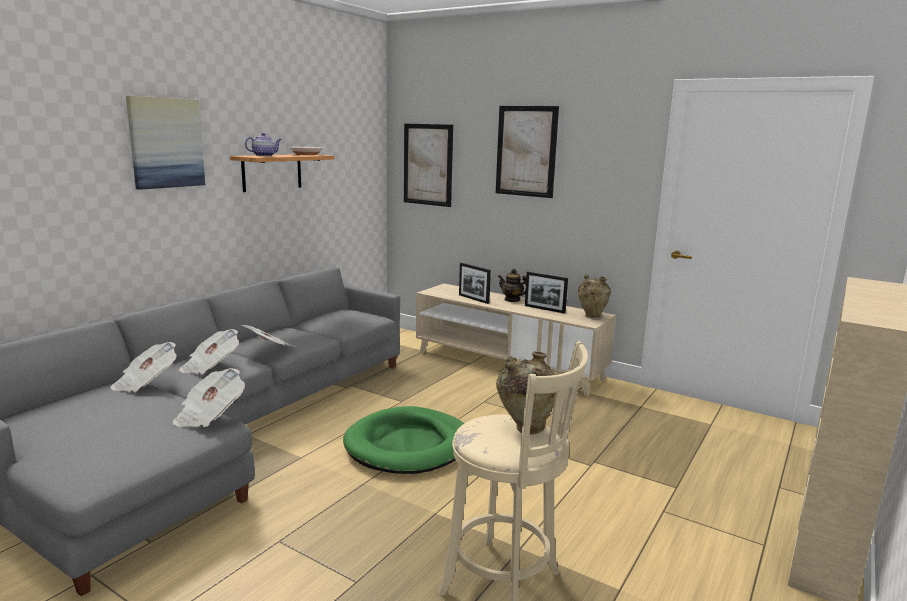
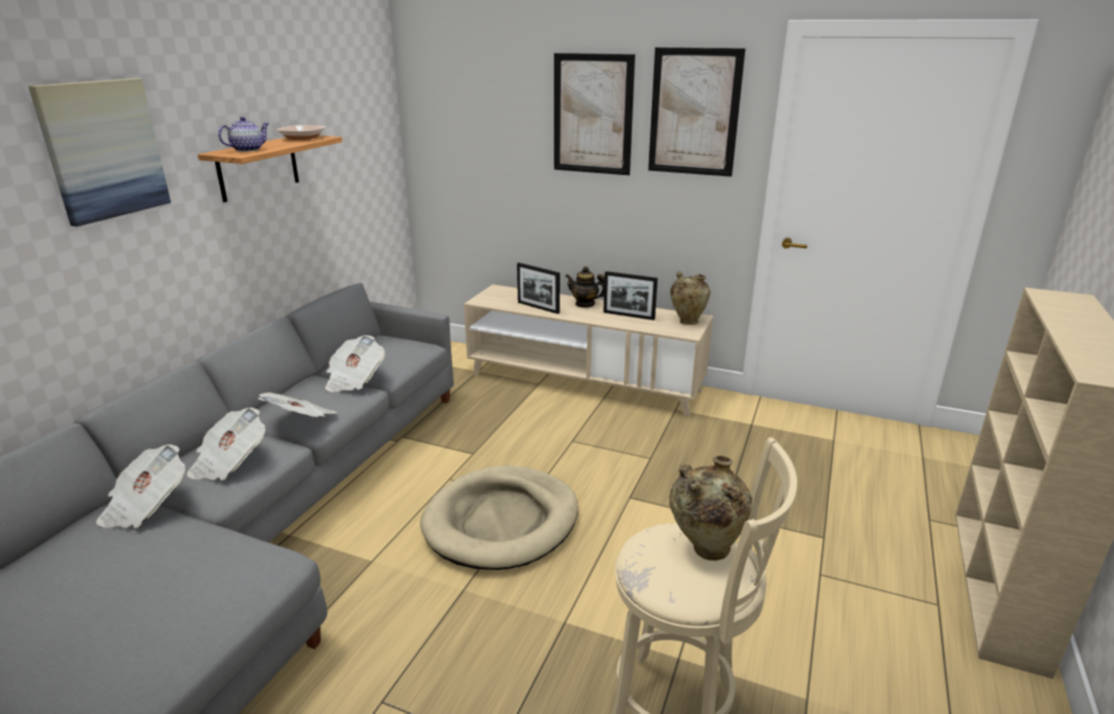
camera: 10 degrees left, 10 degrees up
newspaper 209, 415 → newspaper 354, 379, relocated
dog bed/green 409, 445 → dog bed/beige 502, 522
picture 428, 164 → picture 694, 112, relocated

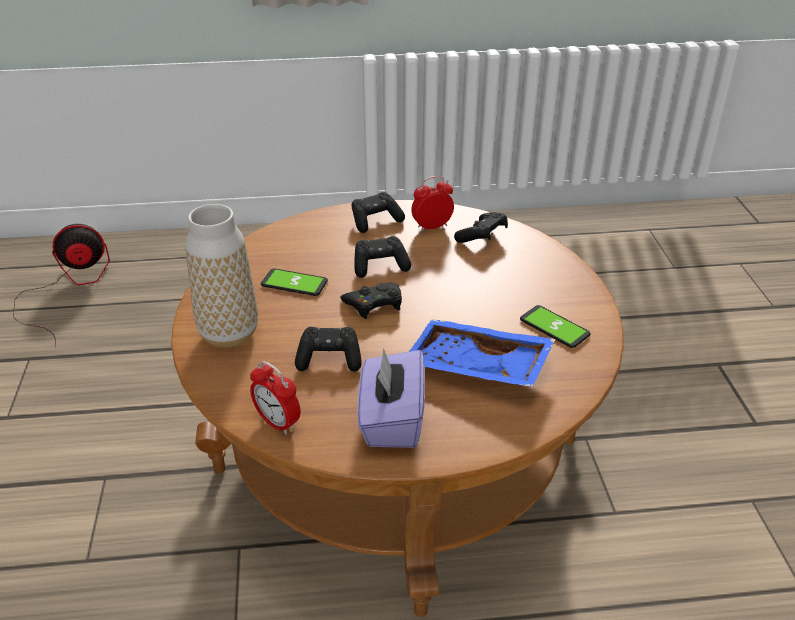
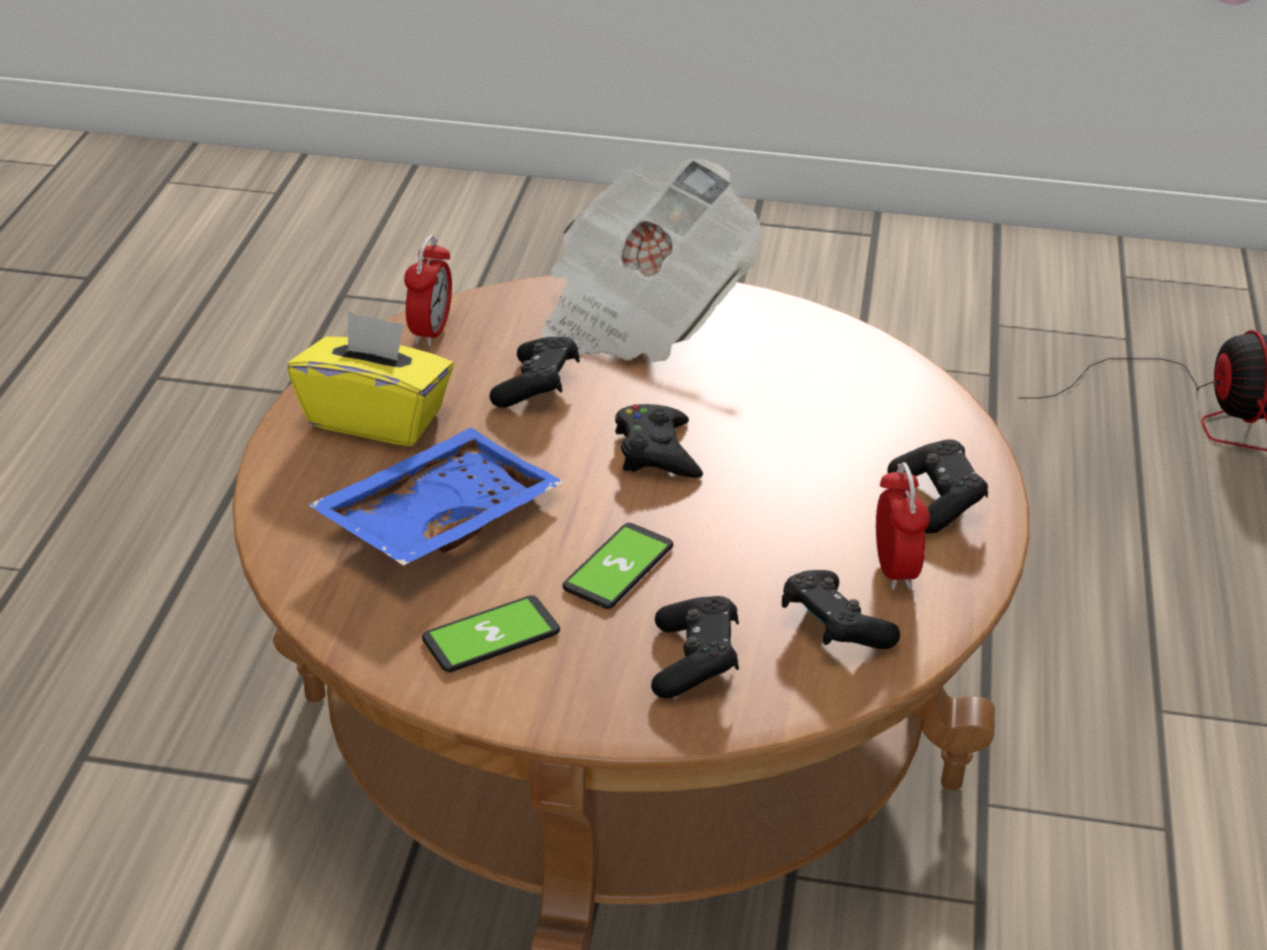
camera: 105 degrees right, 0 degrees up
tissue box/purple 391, 420 → tissue box/yellow 376, 418
alarm clock 277, 422 → alarm clock 430, 331, 135 degrees clockwise
vase 229, 334 → newspaper 641, 313
phone 294, 283 → phone 618, 567, relocated
game controller/black 380, 266 → game controller/black 695, 662, relocated

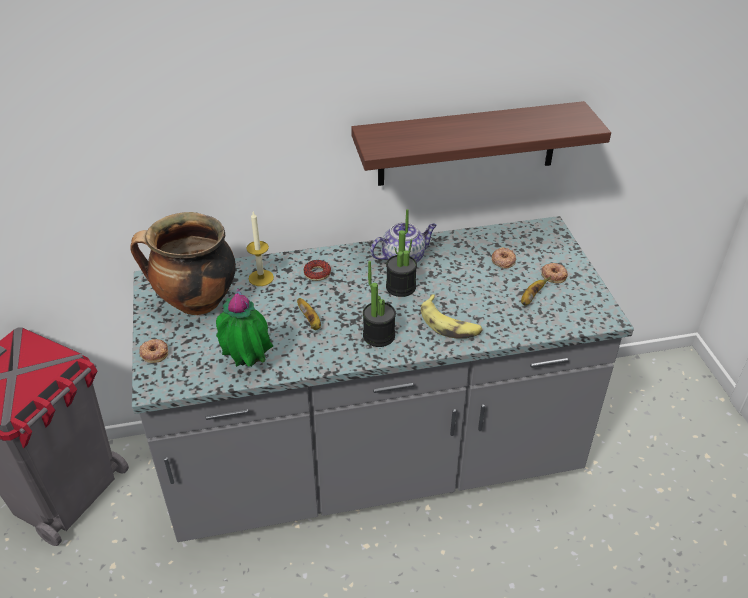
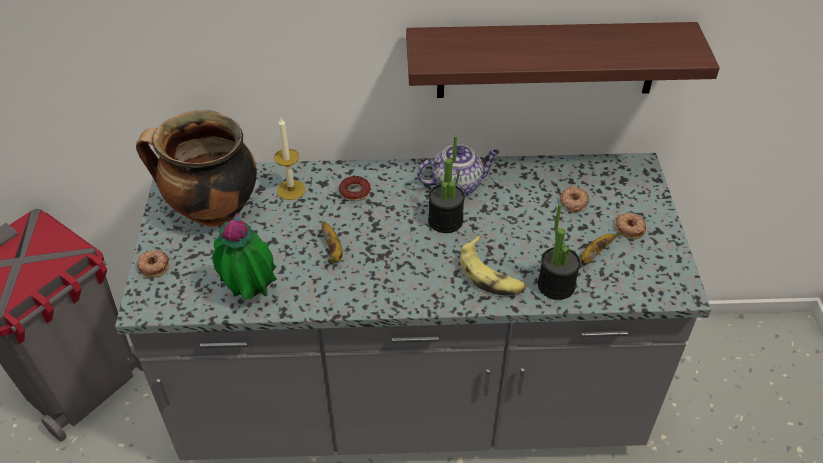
camera: 10 degrees right, 5 degrees up
potted plant 379, 336 → potted plant 556, 285, relocated

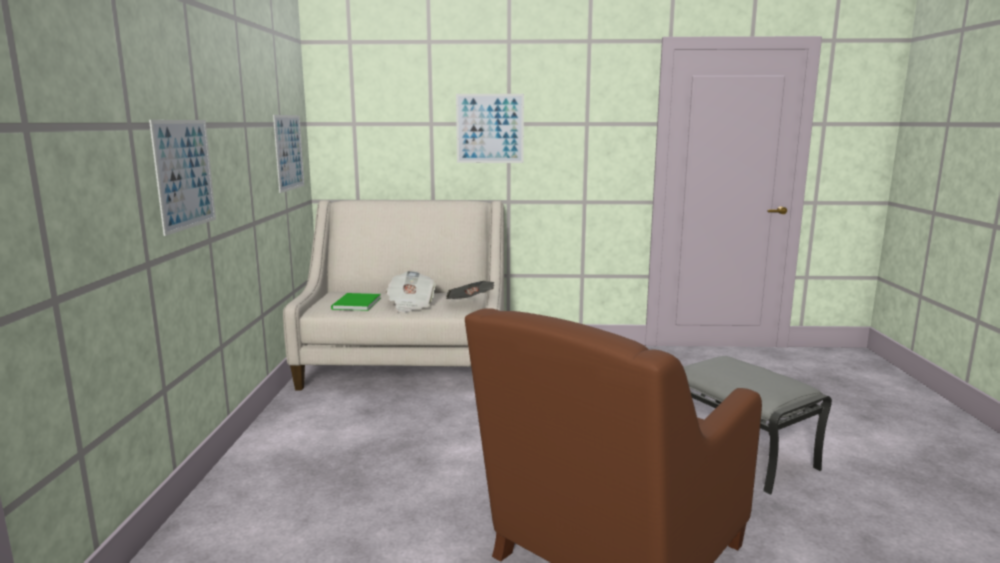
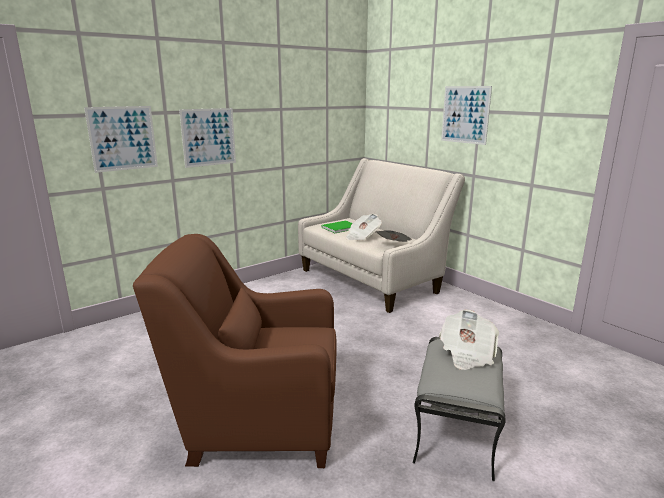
camera: 50 degrees right, 5 degrees up
picture 289, 152 → picture 123, 138, relocated
- → newspaper 467, 354

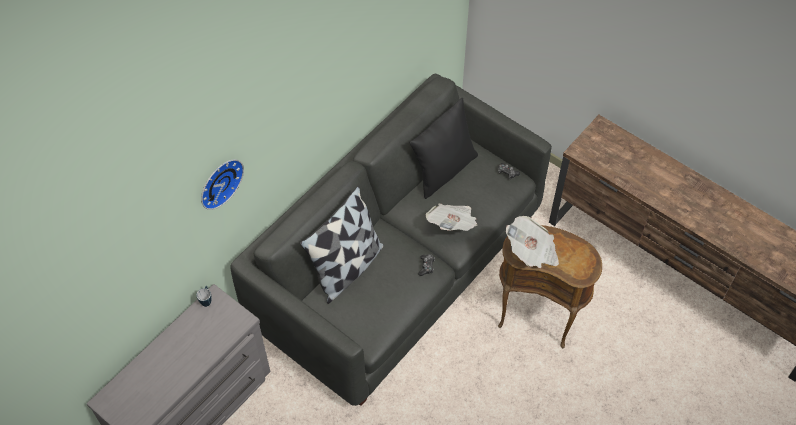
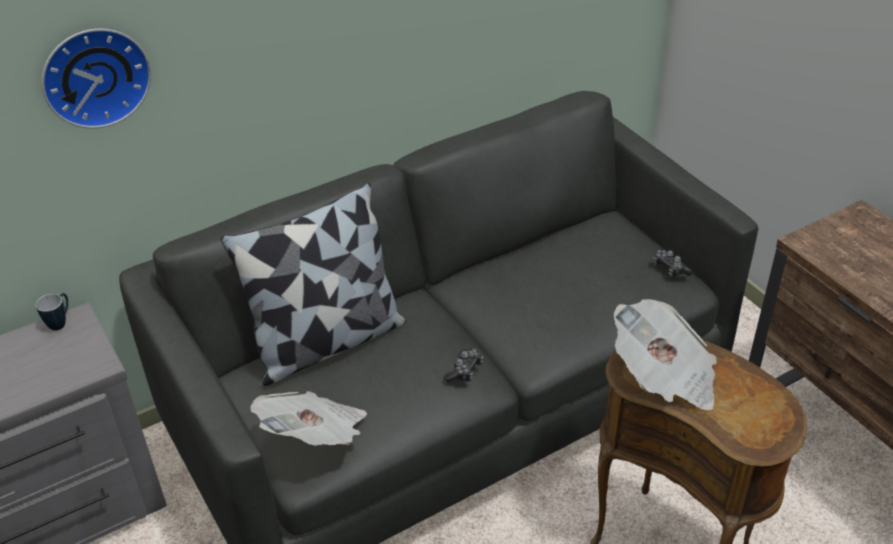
camera: 20 degrees right, 15 degrees down
newspaper 452, 224 → newspaper 315, 436, relocated
pillow/black 443, 171 → -

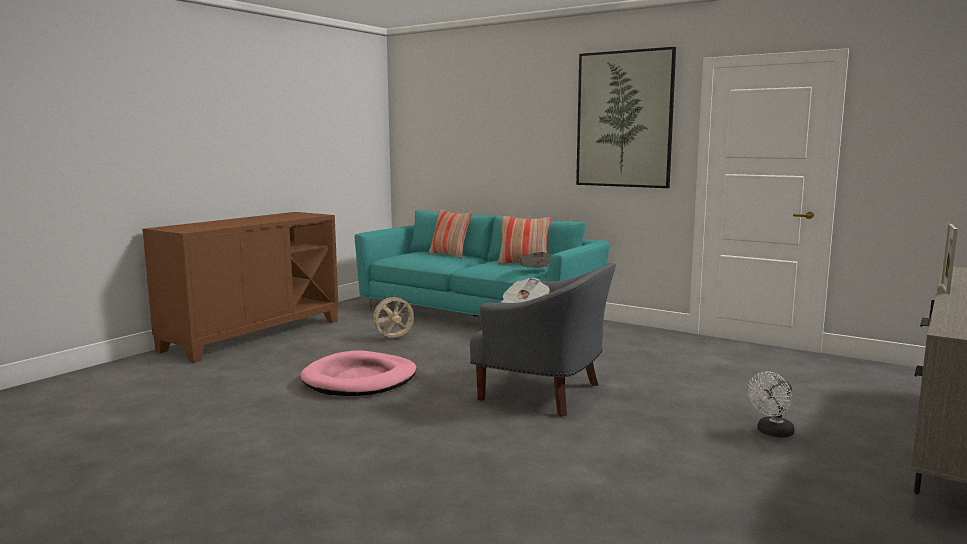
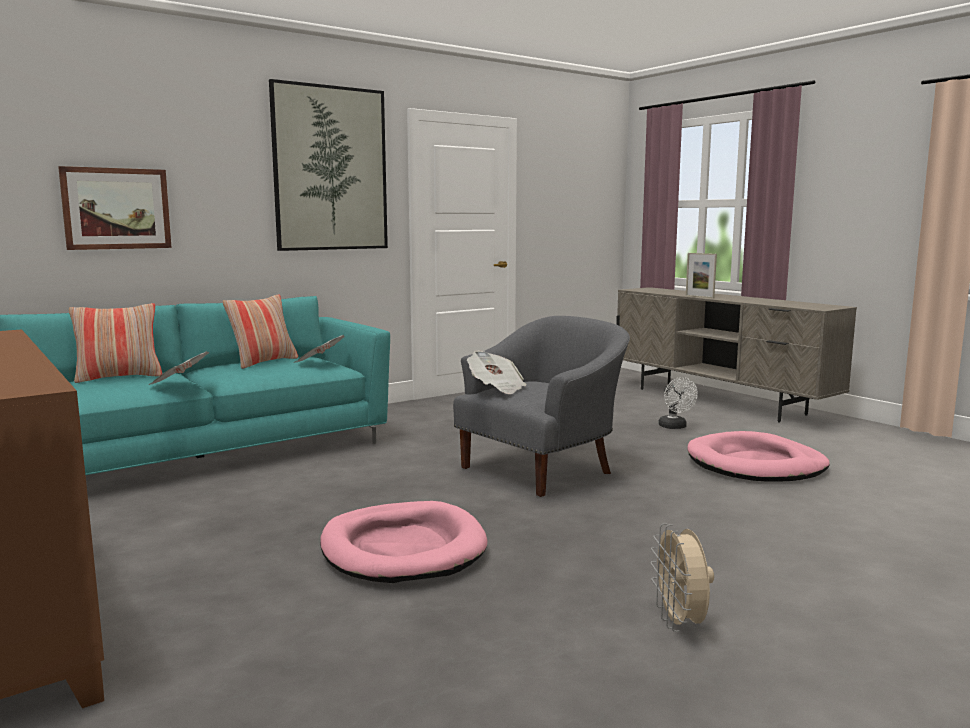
camera: 70 degrees left, 0 degrees up
- → picture 116, 208
- → newspaper 180, 384
fan/beige 394, 339 → fan/beige 680, 624, relocated
- → dog bed/pink 756, 464

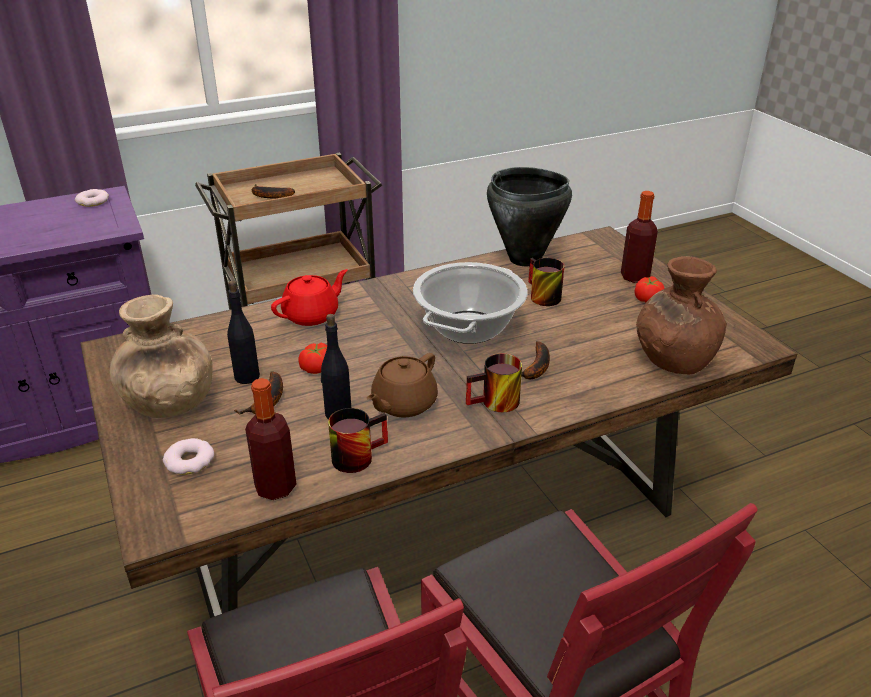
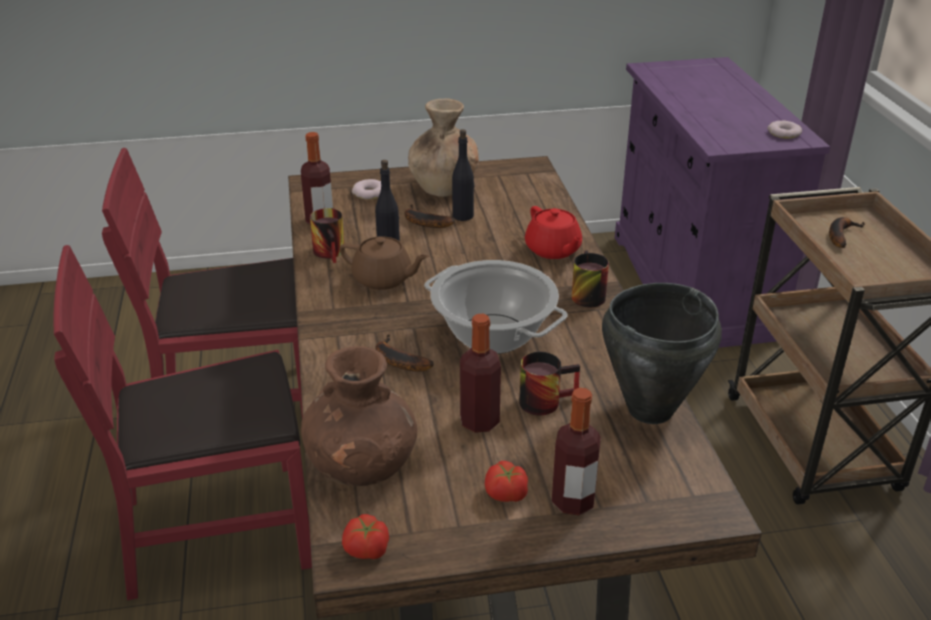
camera: 105 degrees right, 0 degrees up
teapot/brown 403, 404 → teapot/brown 383, 279, 150 degrees clockwise
tomato 317, 368 → tomato 366, 549, relocated
- → bottle 479, 421
mug 495, 404 → mug 584, 294, relocated

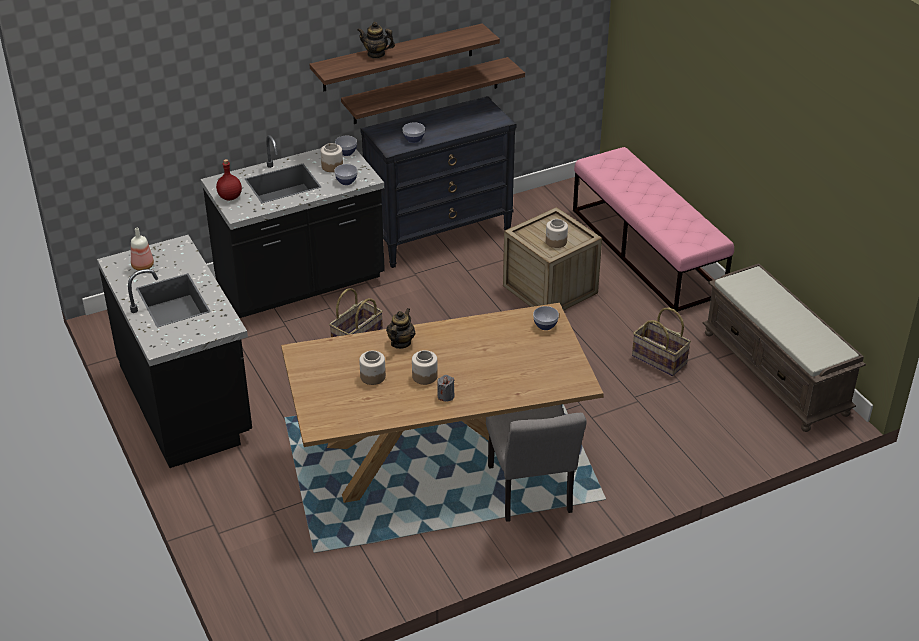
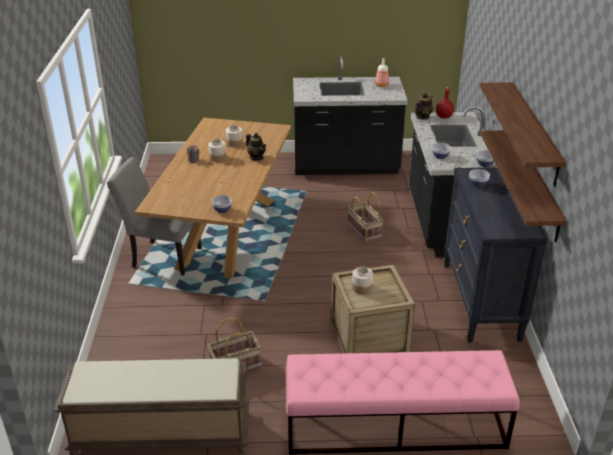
camera: 115 degrees right, 5 degrees down
teapot 376, 54 → teapot 422, 117, relocated
jar 332, 166 → -

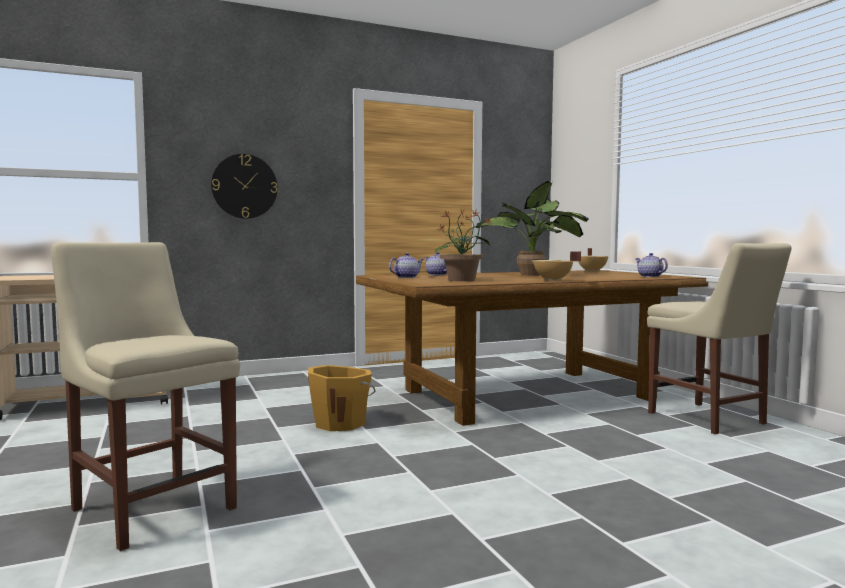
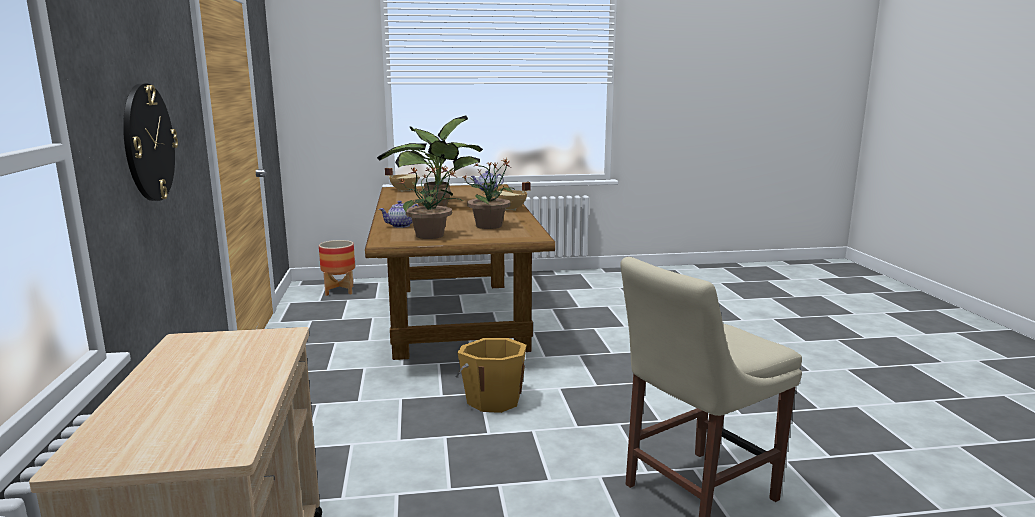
camera: 75 degrees left, 10 degrees up
- → planter 339, 291
teapot 406, 277 → potted plant 430, 235
chair/beige 710, 419 → -

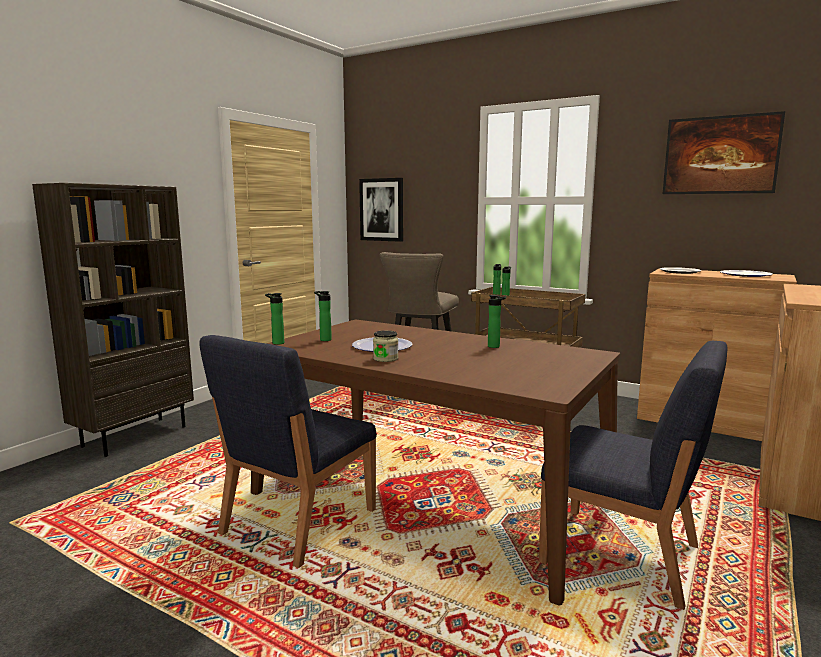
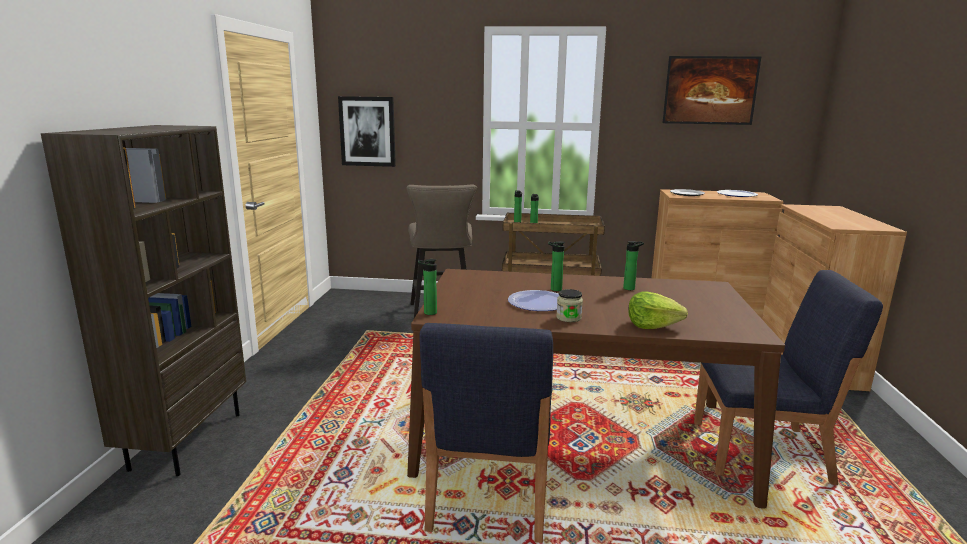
camera: 25 degrees left, 5 degrees up
bottle 324, 339 → bottle 554, 289, relocated
- → lettuce 652, 325

